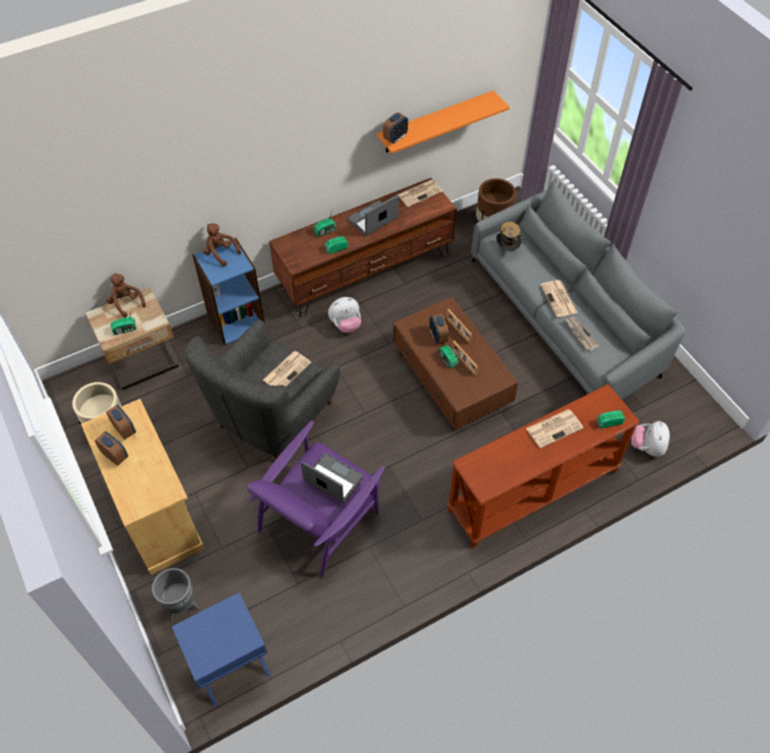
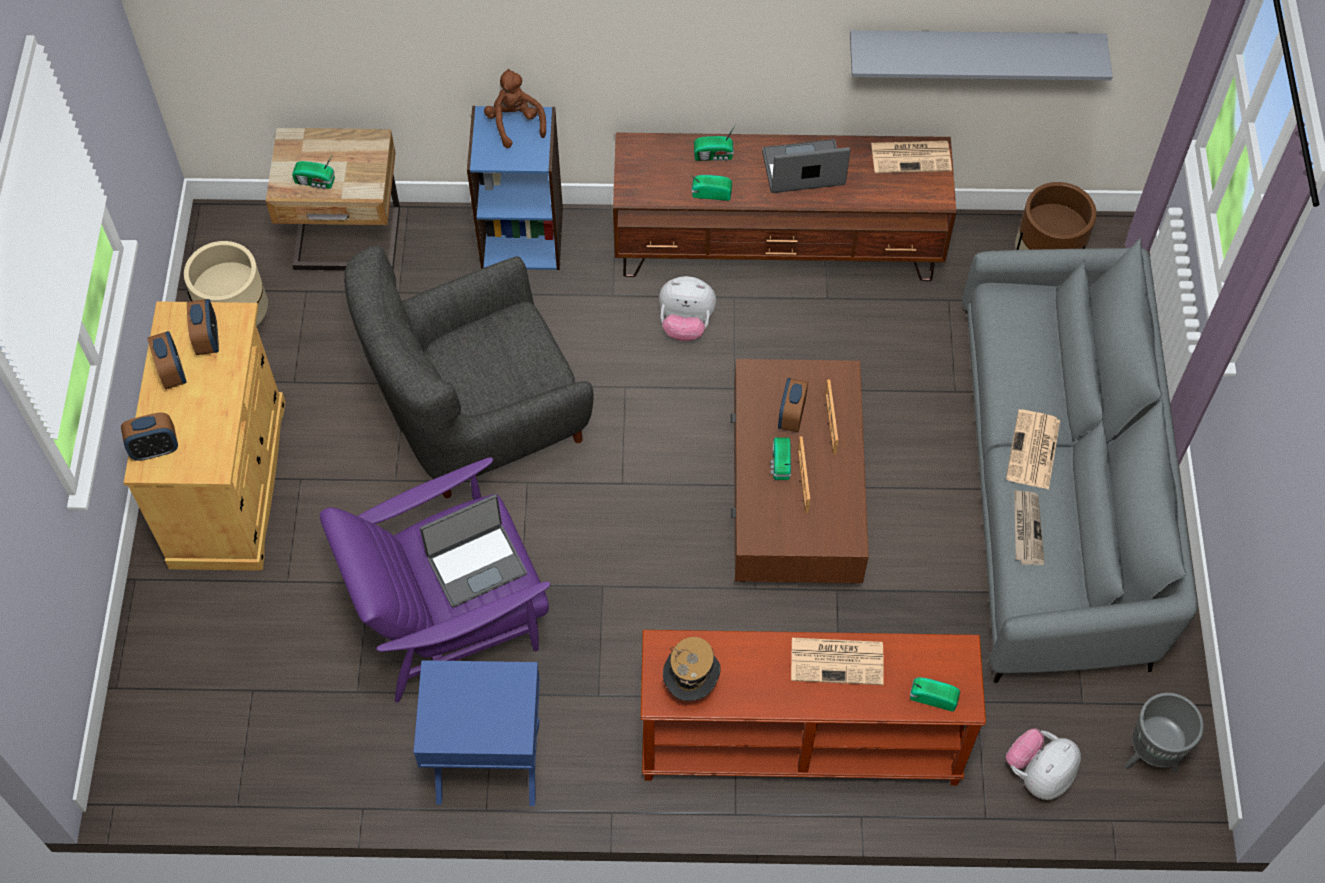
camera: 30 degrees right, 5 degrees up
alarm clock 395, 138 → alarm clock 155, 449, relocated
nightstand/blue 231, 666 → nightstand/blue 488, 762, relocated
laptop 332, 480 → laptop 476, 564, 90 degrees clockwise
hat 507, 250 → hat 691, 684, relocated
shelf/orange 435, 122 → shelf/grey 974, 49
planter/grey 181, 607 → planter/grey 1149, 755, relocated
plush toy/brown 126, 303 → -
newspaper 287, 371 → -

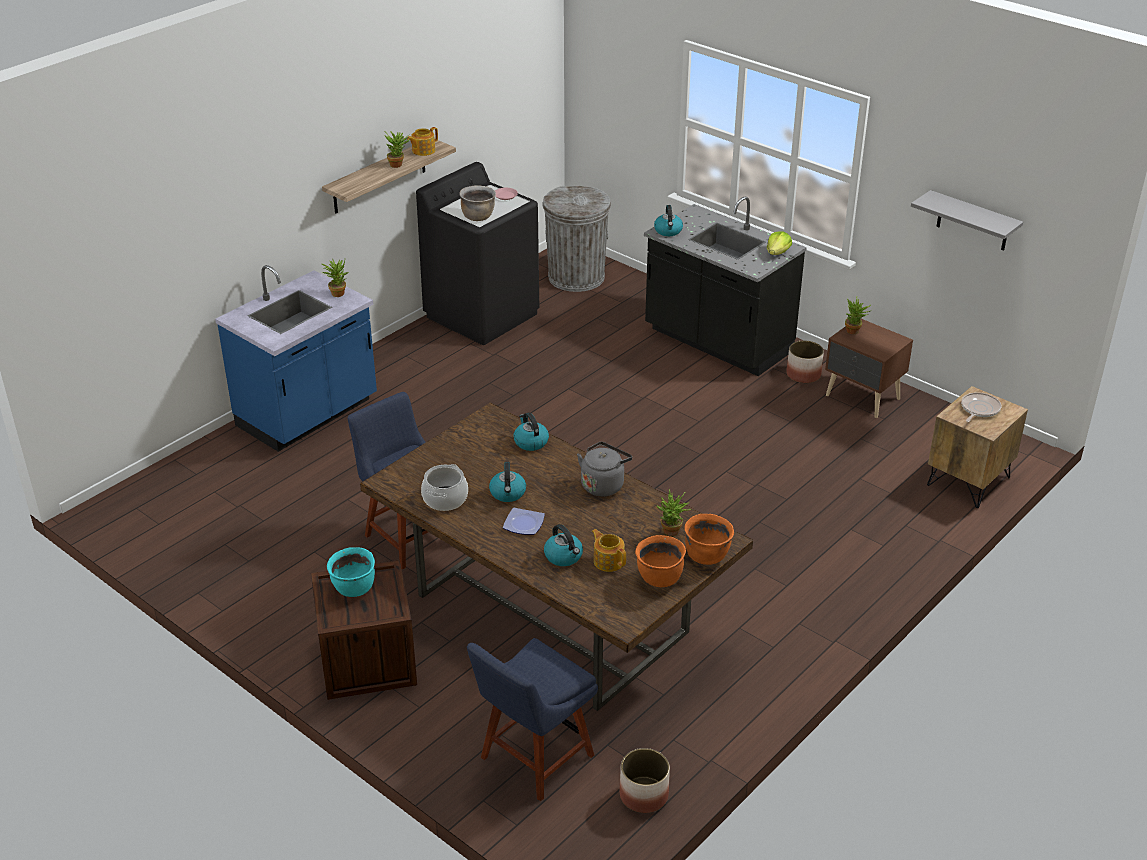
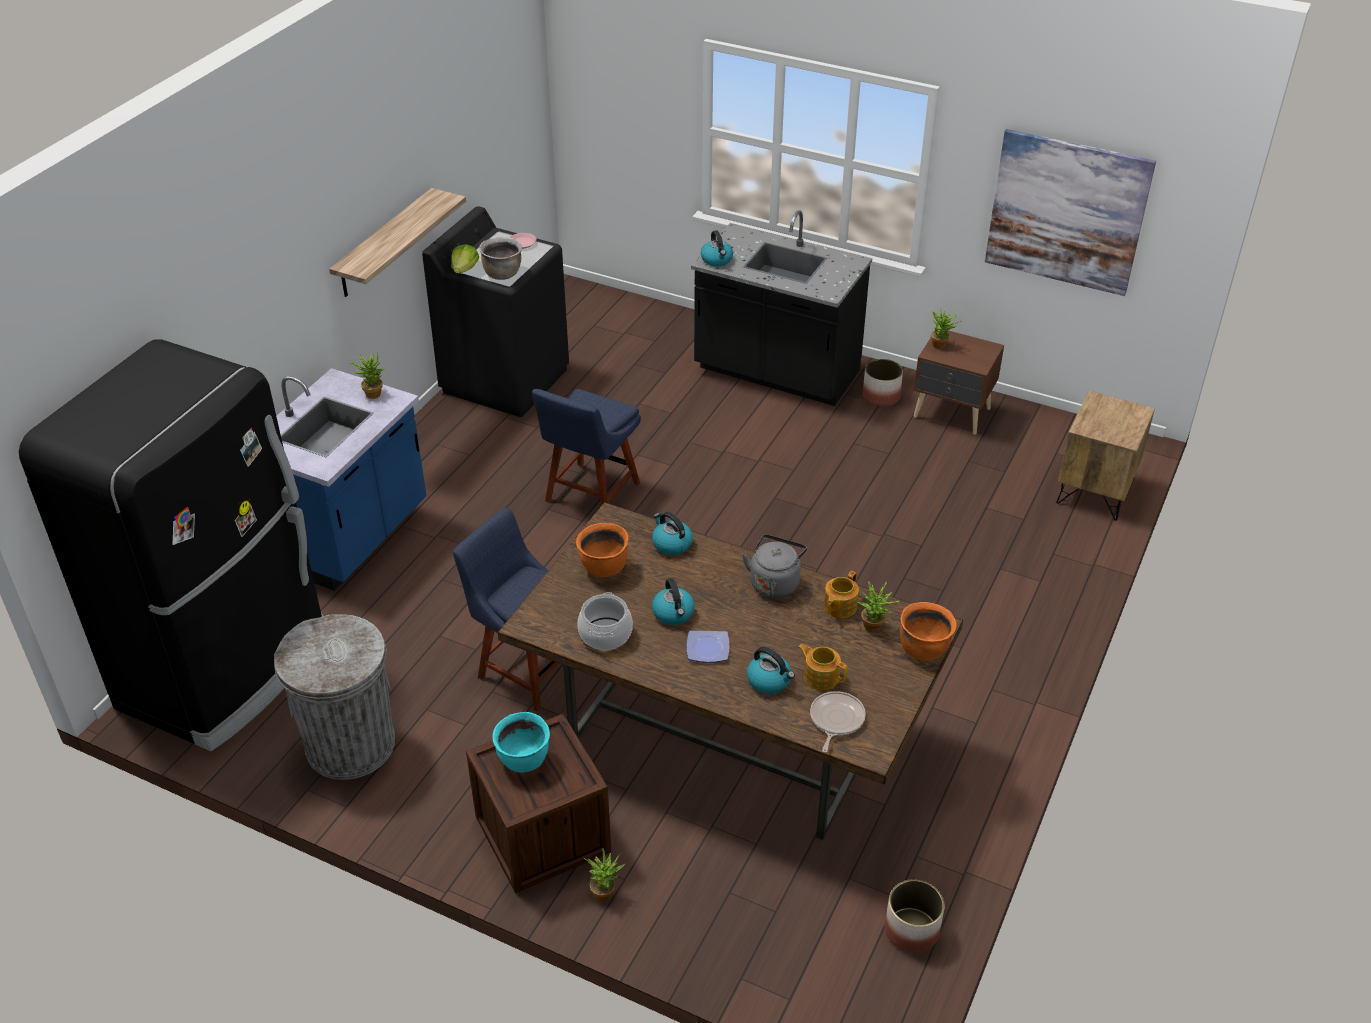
camera: 15 degrees left, 5 degrees up
- → fridge/black 228, 669
trash can/grey 576, 277 → trash can/grey 350, 745, relocated
lettuce 777, 253 → lettuce 464, 269, relocated
chair/blue 533, 760 → chair/blue 590, 495, relocated
cooking pot/orange 659, 578 → cooking pot/orange 604, 568, relocated
potted plant 398, 164 → potted plant 606, 891, relocated
frying pan 979, 409 → frying pan 836, 720, relocated
teapot 423, 151 → teapot 839, 607, relocated
shelf/grey 973, 221 → picture 1067, 212

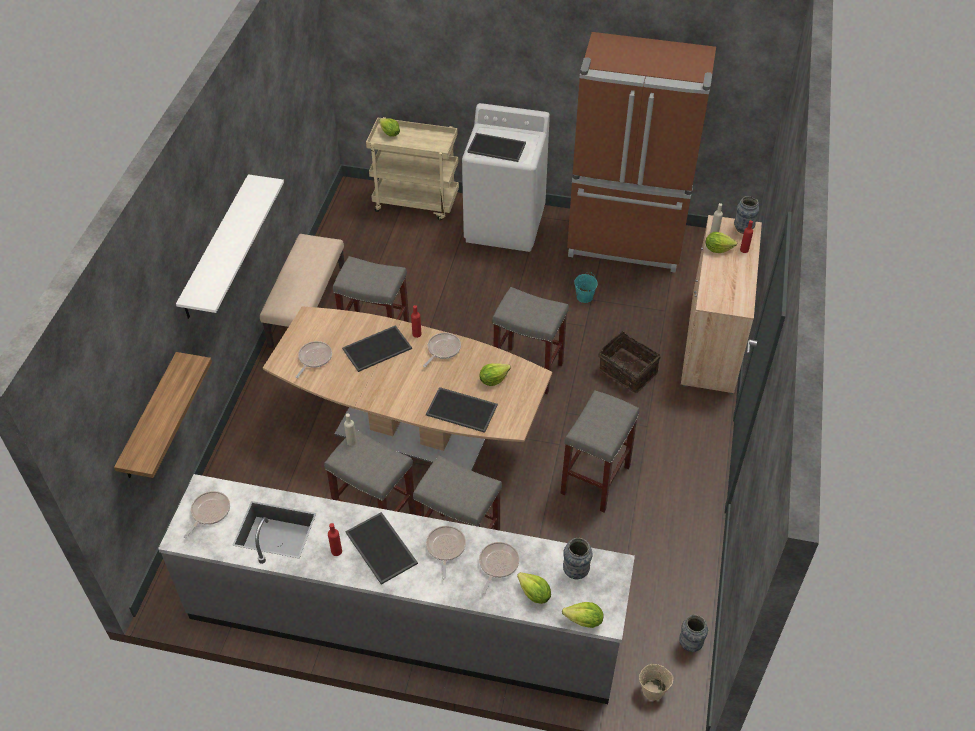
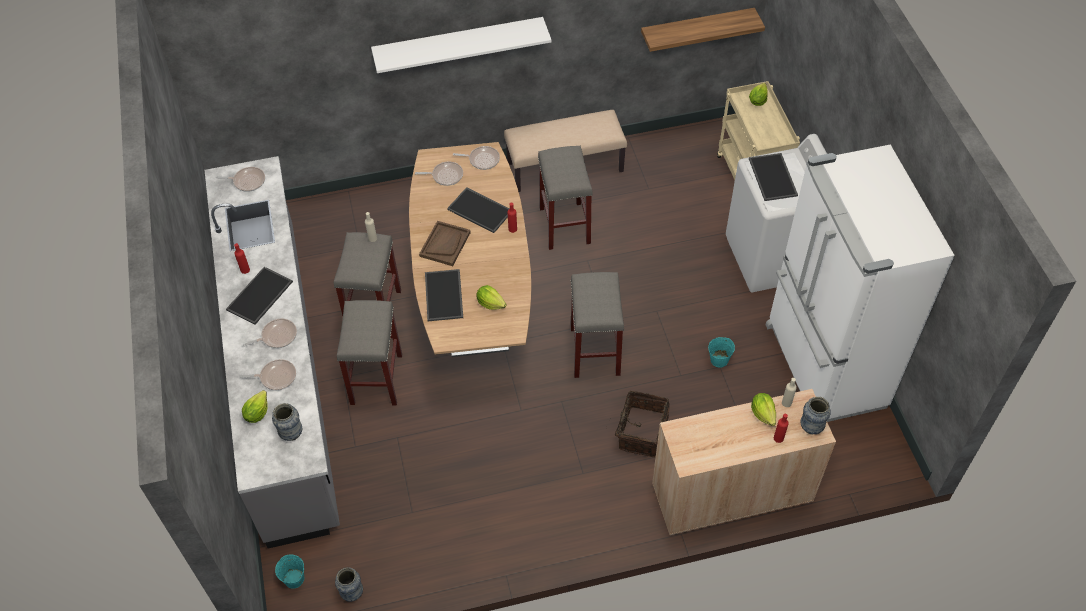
camera: 65 degrees right, 5 degrees up
bucket/beige 653, 690 → bucket/turquoise 294, 579
- → tray/brown 445, 244
frying pan 442, 349 → frying pan 482, 160, relocated
shelf 150, 418 → shelf 697, 28, relocated
fridge/brown 626, 243 → fridge/white 822, 367
stool/grey 595, 481 → -
lettuce 584, 621 → -

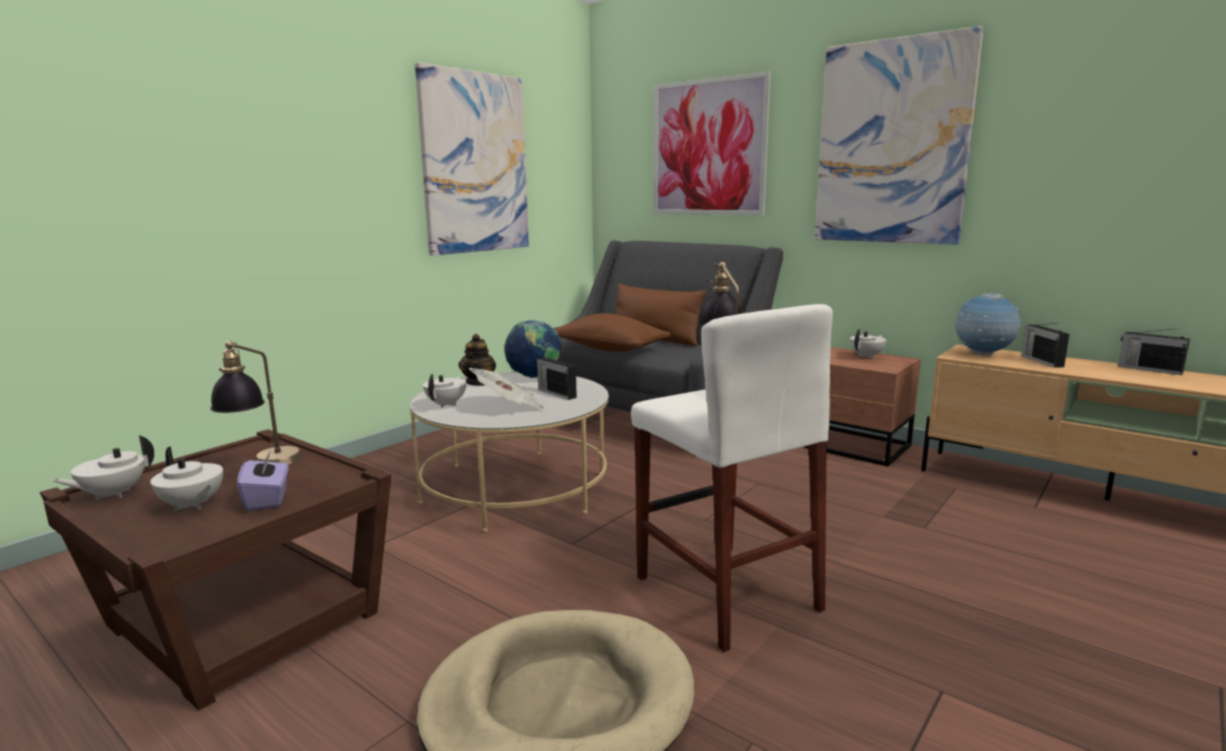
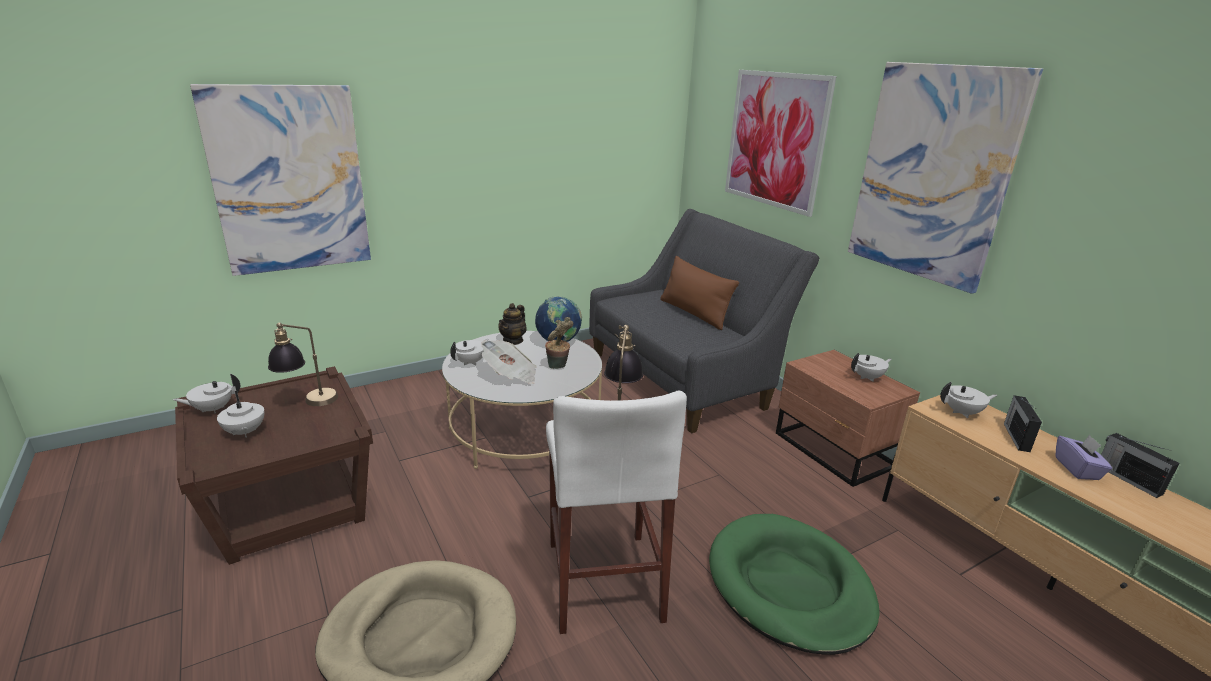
camera: 20 degrees right, 10 degrees up
picture 475, 163 → picture 289, 180, relocated
radio 556, 393 → potted plant 558, 367
- → dog bed/green 789, 586
globe 983, 355 → teapot/white 962, 413
tissue box/purple 267, 499 → tissue box/purple 1077, 469, relocated
pillow/brown 610, 349 → -

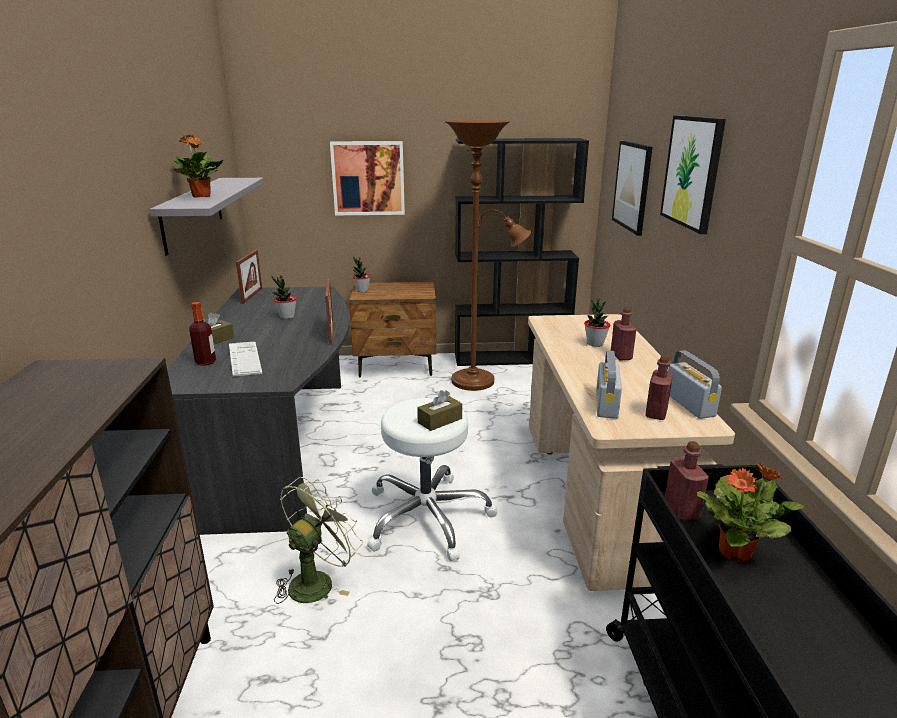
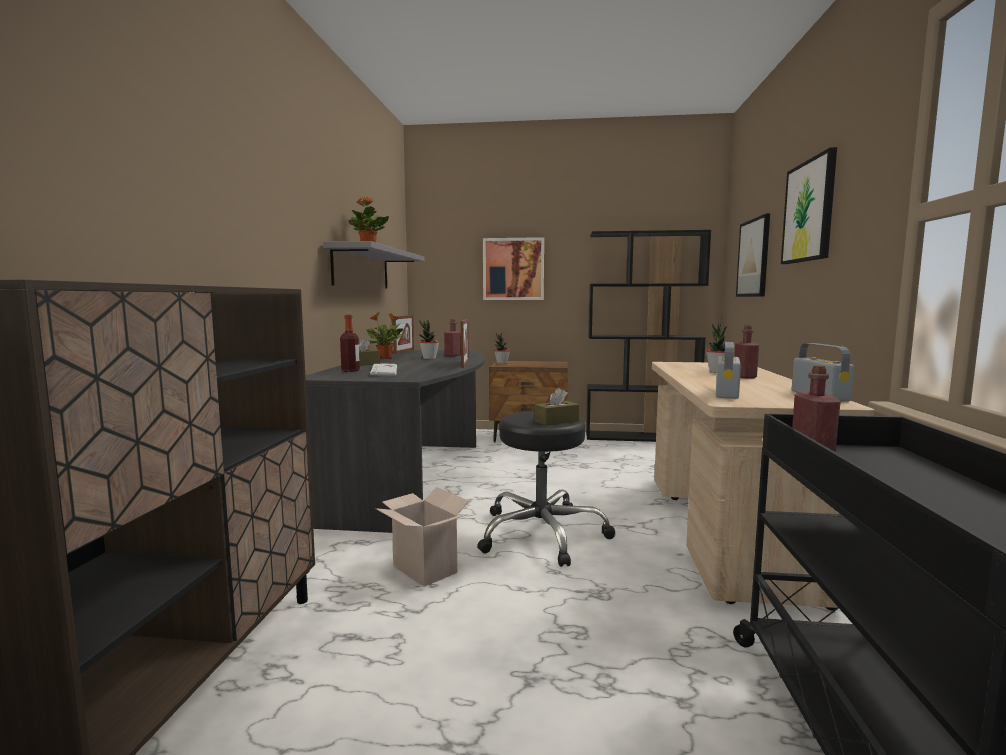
camera: 10 degrees right, 15 degrees down
potted plant 736, 552 → potted plant 386, 358, relocated
fan/green 317, 580 → cardboard box 422, 569
bottle/red 656, 413 → bottle/red 453, 355, relocated
stool/white 427, 517 → stool/black 542, 534
floor lamp/brown 479, 381 → -

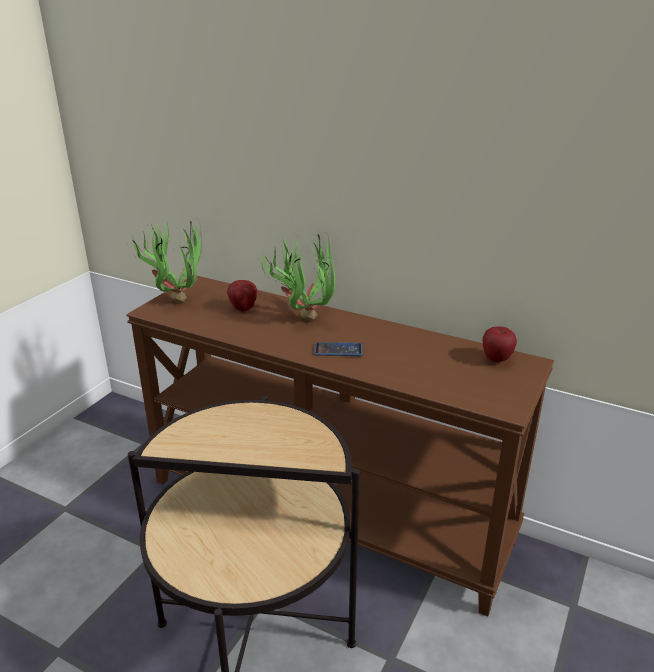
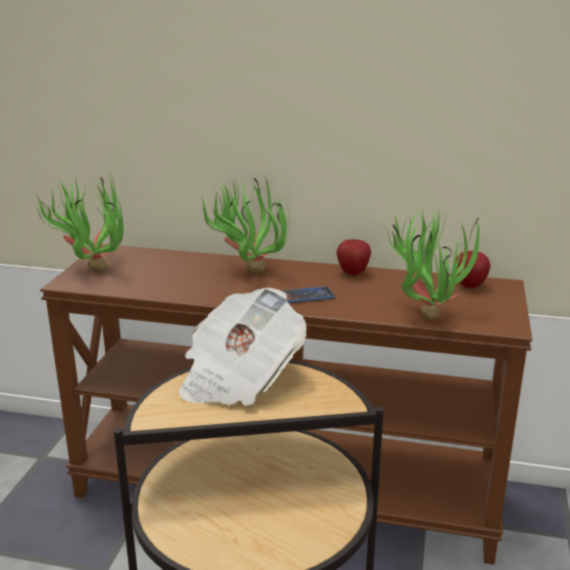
camera: 15 degrees left, 5 degrees down
- → newspaper 239, 377
apple 243, 309 → apple 353, 272, relocated
- → potted plant 428, 312

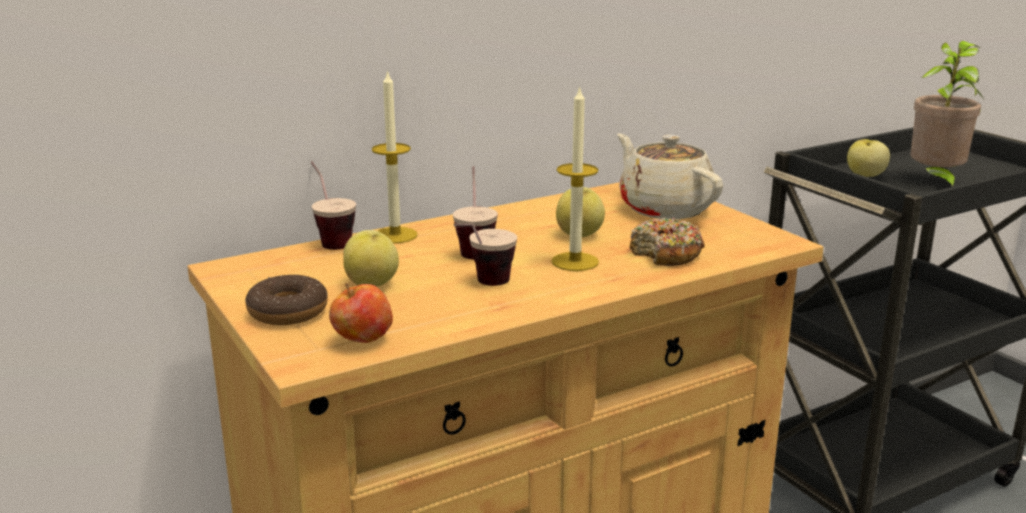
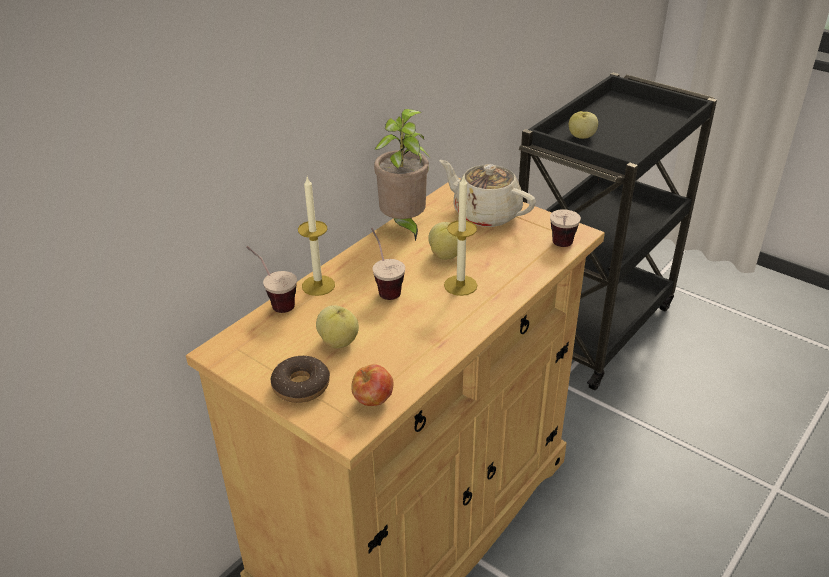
camera: 20 degrees left, 15 degrees up
potted plant 935, 182 → potted plant 403, 226, relocated
cup 482, 287 → cup 561, 249, relocated
donut 666, 254 → -

